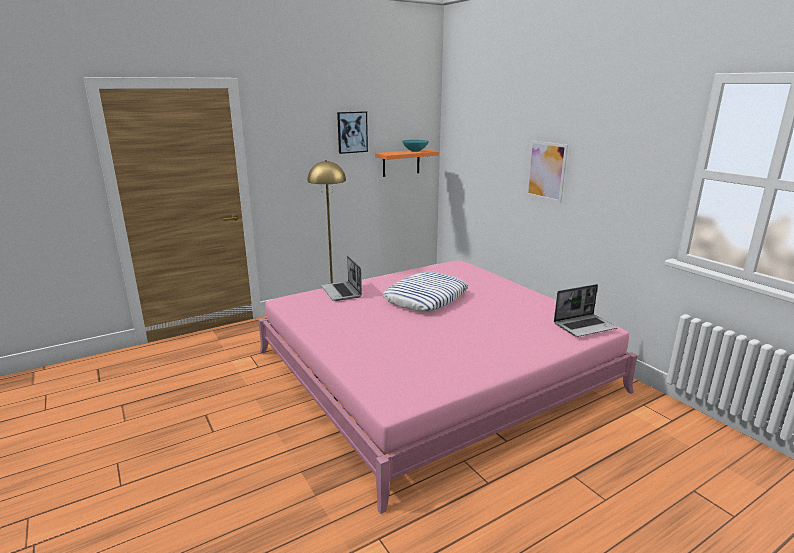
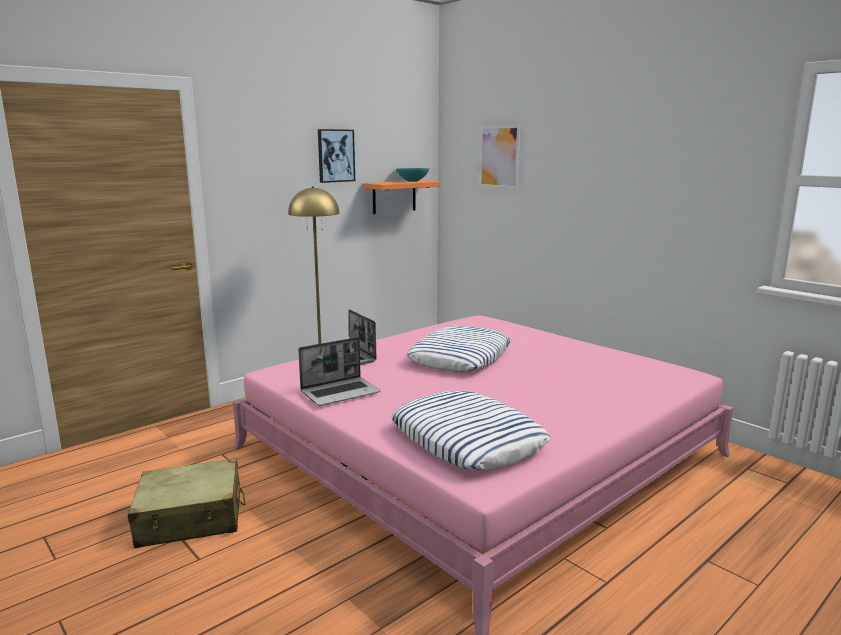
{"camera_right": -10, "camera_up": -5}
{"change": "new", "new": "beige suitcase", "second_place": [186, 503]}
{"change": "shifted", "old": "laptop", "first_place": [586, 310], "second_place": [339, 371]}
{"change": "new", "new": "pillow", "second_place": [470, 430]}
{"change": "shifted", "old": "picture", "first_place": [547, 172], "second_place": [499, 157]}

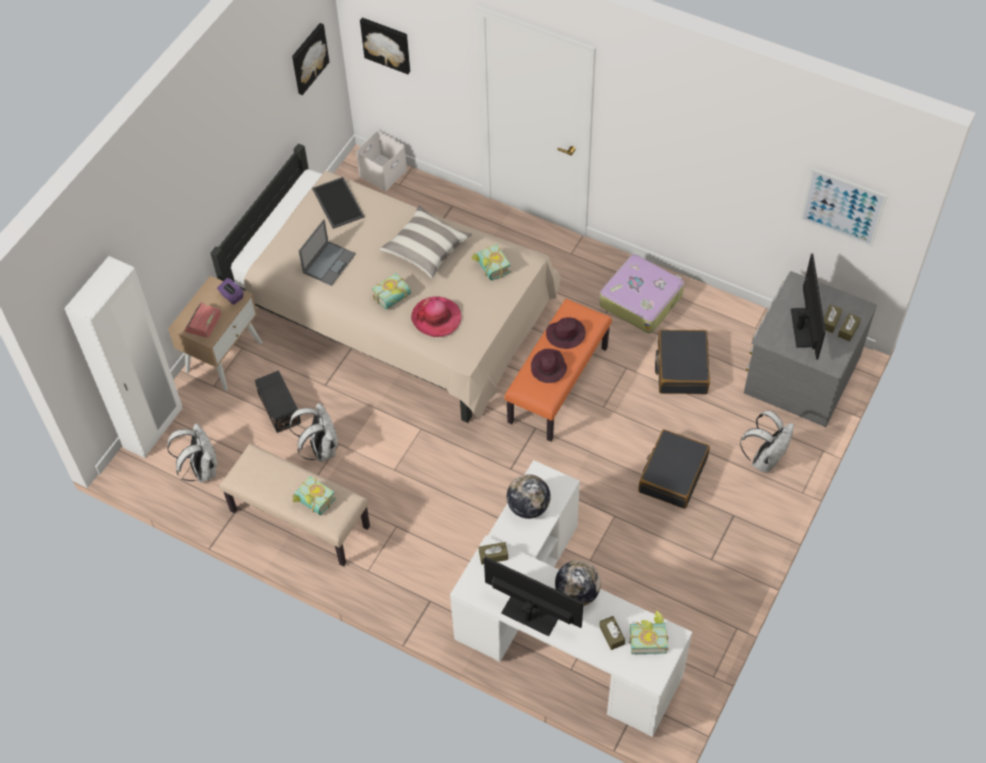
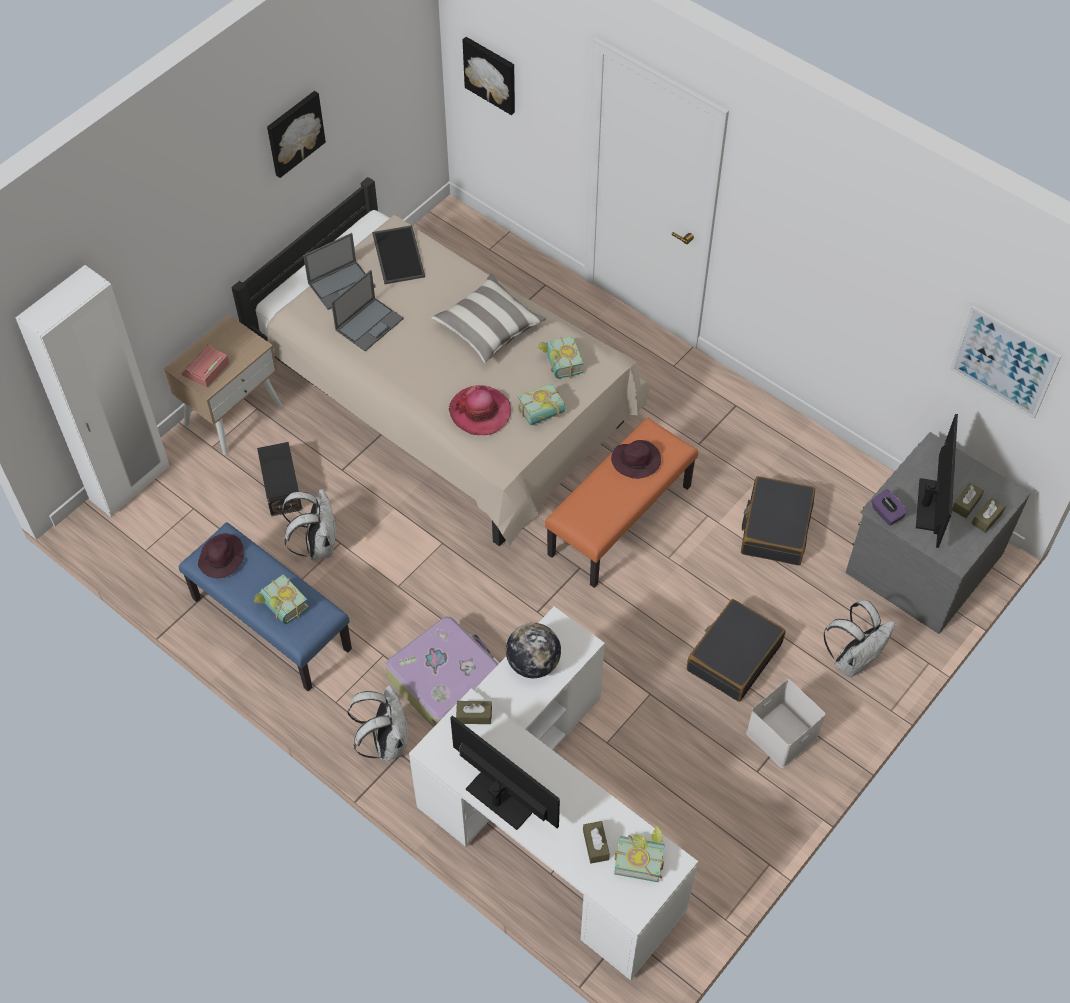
{"camera_right": 10, "camera_up": 0}
{"change": "repainted", "old": "beige bench", "new": "blue bench", "first_place": [294, 505], "second_place": [265, 606]}
{"change": "shifted", "old": "purple hat", "first_place": [549, 366], "second_place": [221, 555]}
{"change": "shifted", "old": "picture", "first_place": [310, 59], "second_place": [296, 134]}
{"change": "new", "new": "laptop", "second_place": [339, 271]}
{"change": "shifted", "old": "white backpack", "first_place": [192, 453], "second_place": [377, 723]}
{"change": "shifted", "old": "suitcase", "first_place": [642, 293], "second_place": [443, 672]}
{"change": "shifted", "old": "book", "first_place": [391, 291], "second_place": [541, 404]}
{"change": "shifted", "old": "white storage box", "first_place": [381, 161], "second_place": [786, 723]}
{"change": "shifted", "old": "purple tissue box", "first_place": [230, 291], "second_place": [889, 507]}
{"change": "gone", "old": "globe", "first_place": [578, 583]}

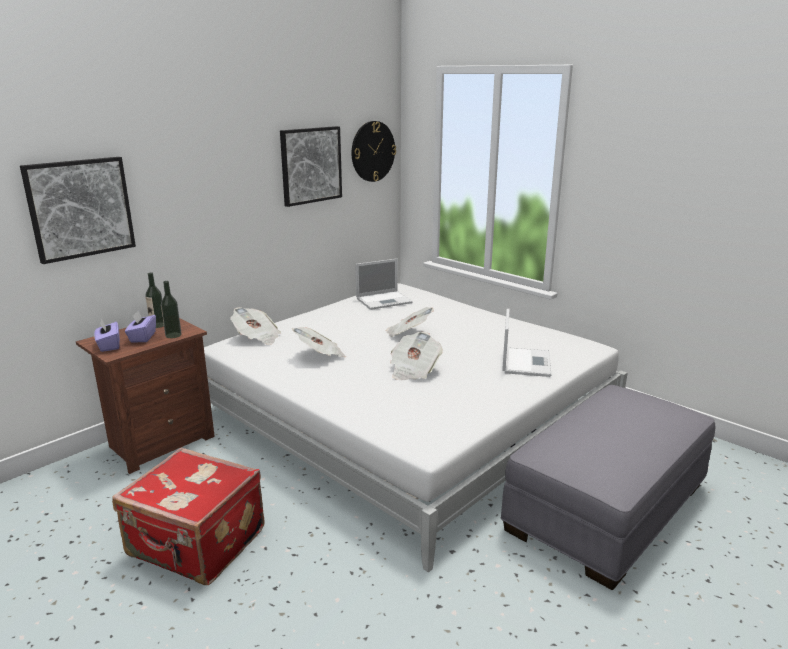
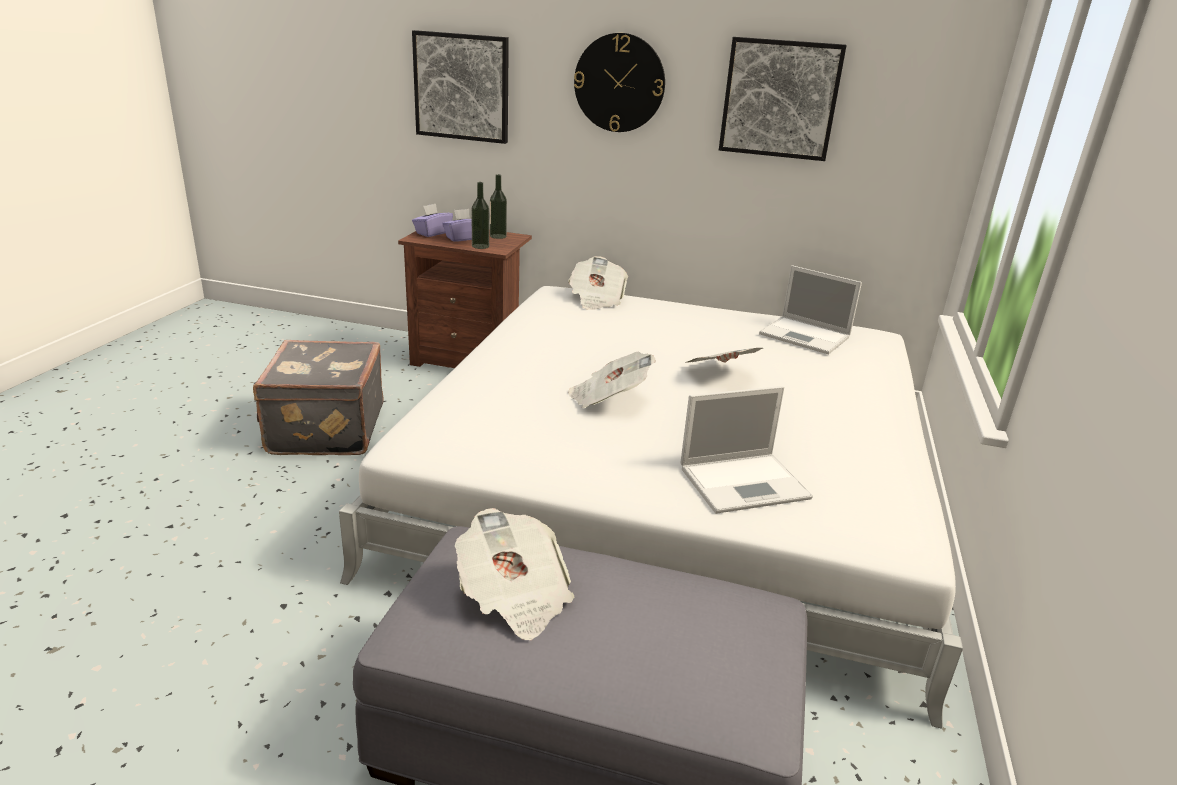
{"camera_right": 60, "camera_up": 5}
{"change": "repainted", "old": "red suitcase", "new": "grey suitcase", "first_place": [188, 516], "second_place": [318, 397]}
{"change": "shifted", "old": "newspaper", "first_place": [319, 342], "second_place": [515, 574]}
{"change": "shifted", "old": "wall clock", "first_place": [374, 151], "second_place": [619, 82]}

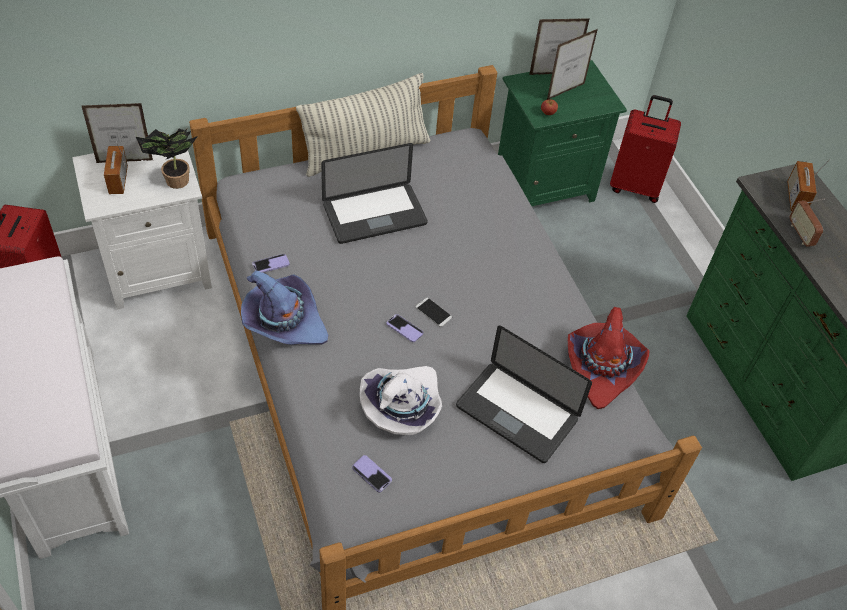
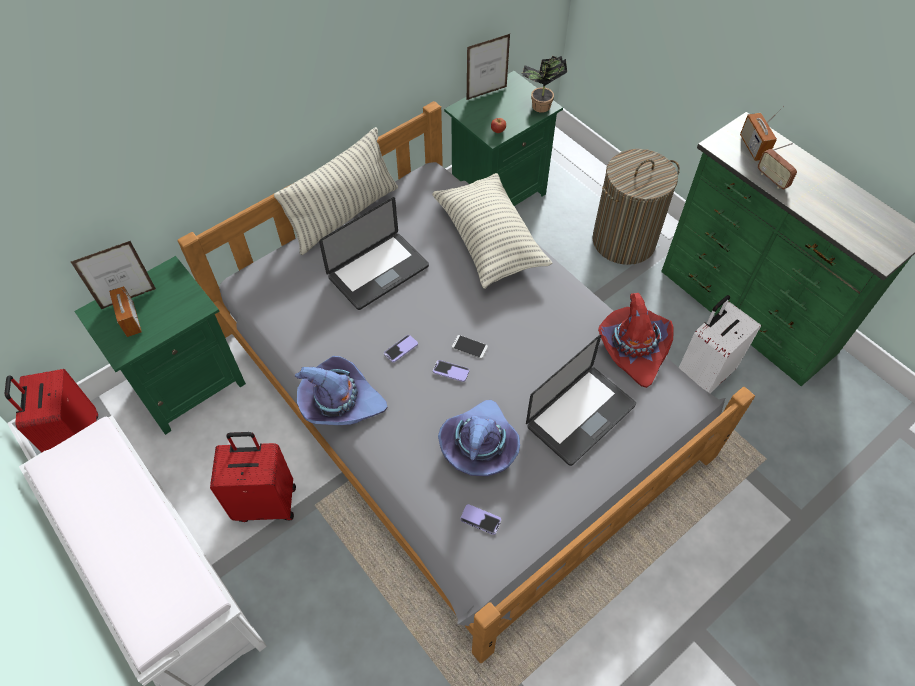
{"camera_right": -15, "camera_up": 5}
{"change": "repainted", "old": "white nightstand", "new": "green nightstand", "first_place": [142, 230], "second_place": [160, 345]}
{"change": "shifted", "old": "red suitcase", "first_place": [645, 149], "second_place": [253, 477]}
{"change": "shifted", "old": "phone", "first_place": [271, 263], "second_place": [401, 348]}
{"change": "new", "new": "pillow", "second_place": [492, 231]}
{"change": "repainted", "old": "white hat", "new": "purple hat", "first_place": [400, 400], "second_place": [479, 438]}
{"change": "shifted", "old": "potted plant", "first_place": [167, 159], "second_place": [544, 84]}
{"change": "rotated", "old": "laptop", "first_place": [524, 394], "second_place": [581, 400], "degrees": -60}
{"change": "new", "new": "laundry basket", "second_place": [636, 207]}
{"change": "new", "new": "white suitcase", "second_place": [720, 344]}
{"change": "gone", "old": "picture frame", "first_place": [572, 64]}

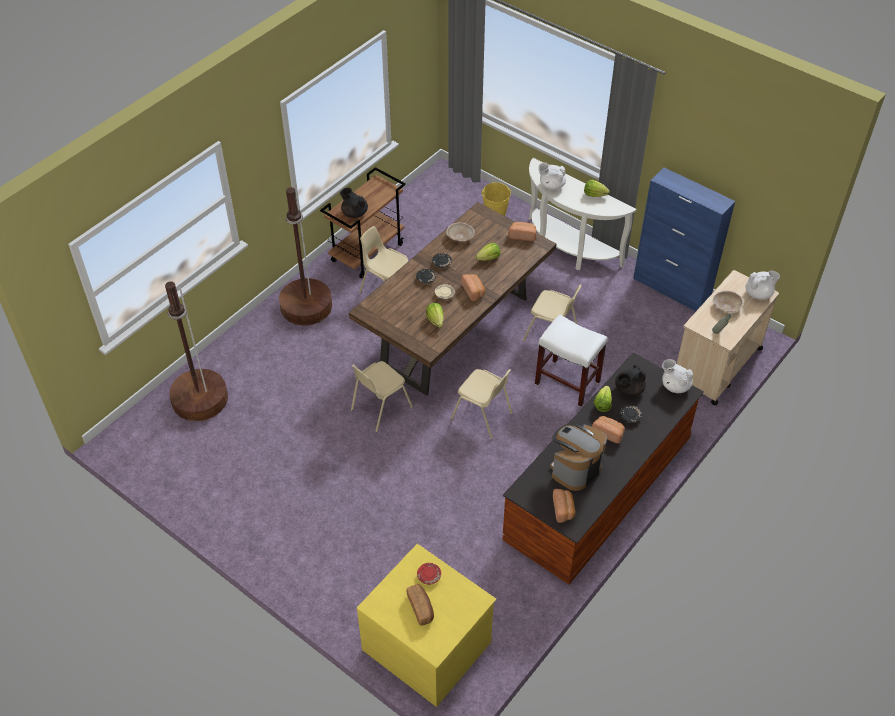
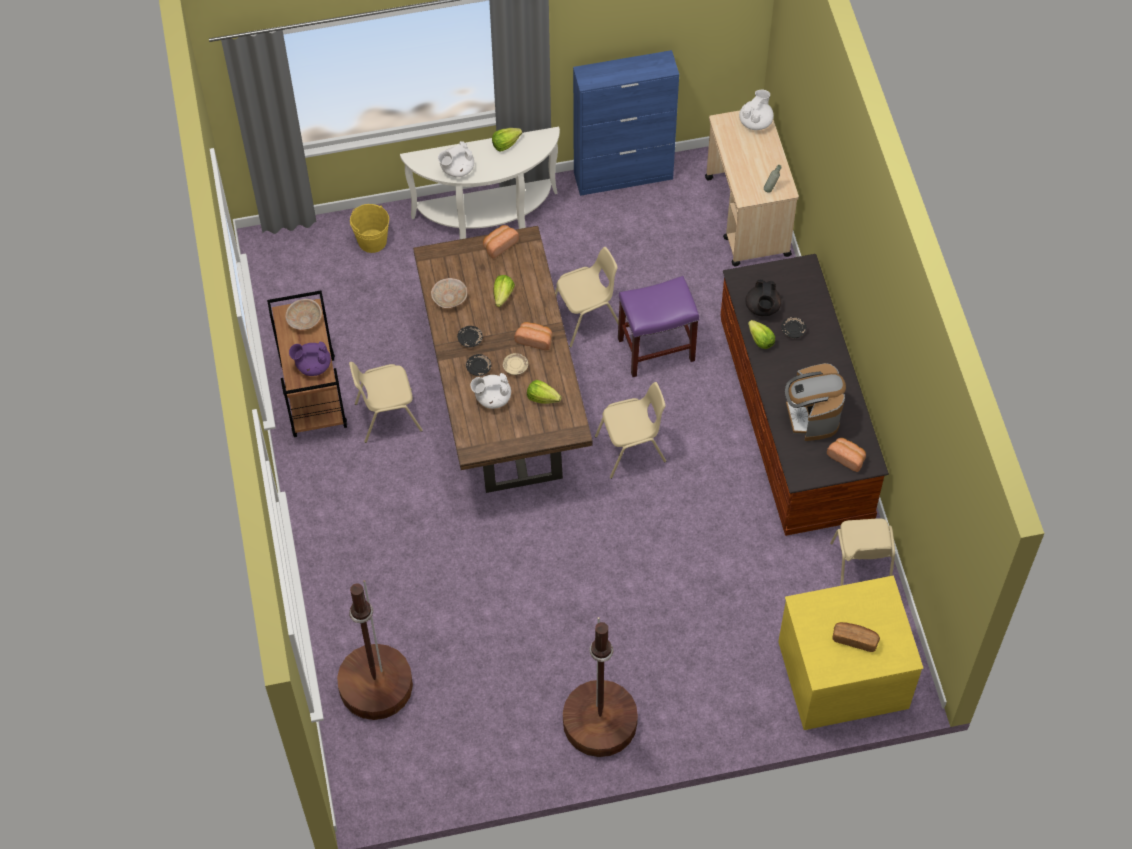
{"camera_right": -50, "camera_up": 10}
{"change": "shifted", "old": "beige bowl", "first_place": [728, 301], "second_place": [303, 314]}
{"change": "repainted", "old": "black teapot", "new": "purple teapot", "first_place": [354, 203], "second_place": [310, 359]}
{"change": "shifted", "old": "white teapot", "first_place": [677, 376], "second_place": [490, 391]}
{"change": "shifted", "old": "brown floor lamp", "first_place": [305, 256], "second_place": [600, 687]}
{"change": "repainted", "old": "white stool", "new": "purple stool", "first_place": [571, 360], "second_place": [658, 326]}
{"change": "shifted", "old": "beige chair", "first_place": [382, 396], "second_place": [862, 552]}
{"change": "gone", "old": "red plate", "first_place": [429, 574]}
{"change": "gone", "old": "bread", "first_place": [608, 429]}

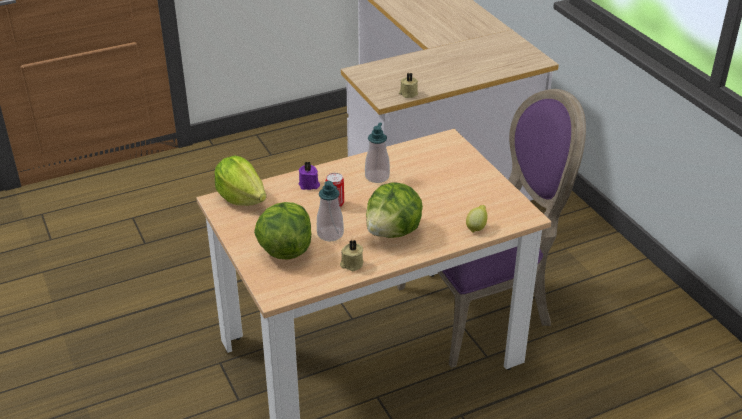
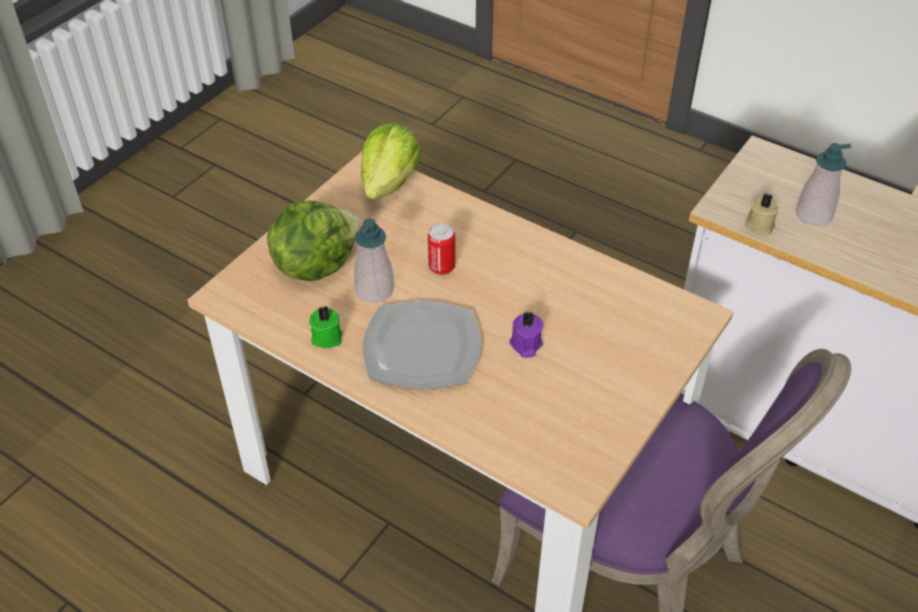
{"camera_right": 60, "camera_up": 10}
{"change": "repainted", "old": "beige candle", "new": "green candle", "first_place": [351, 255], "second_place": [326, 327]}
{"change": "swapped", "old": "lettuce", "new": "plate", "first_place": [394, 210], "second_place": [422, 345]}
{"change": "shifted", "old": "purple candle", "first_place": [309, 175], "second_place": [526, 335]}
{"change": "shifted", "old": "soap dispenser", "first_place": [377, 152], "second_place": [823, 184]}
{"change": "gone", "old": "lemon", "first_place": [476, 219]}

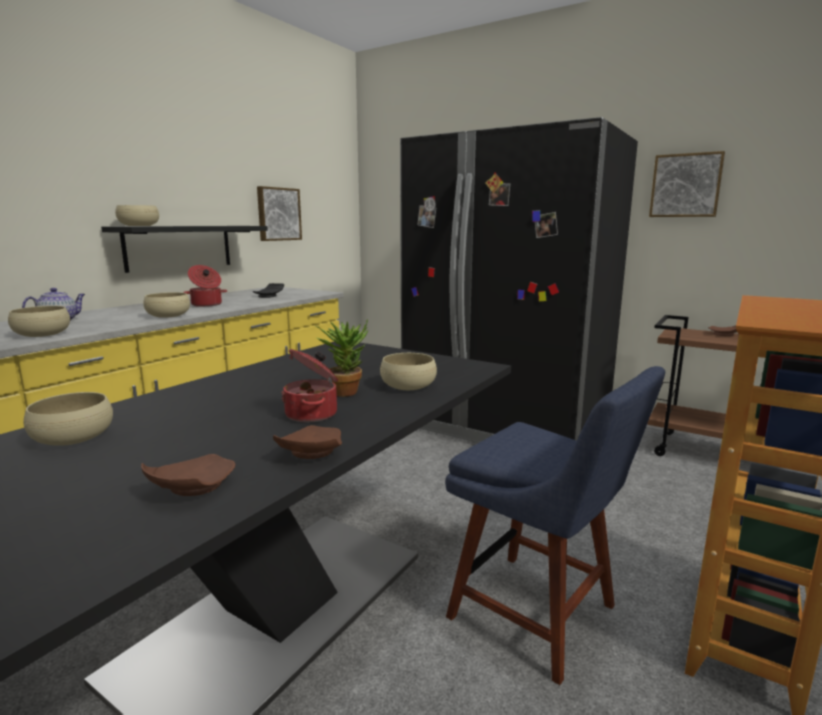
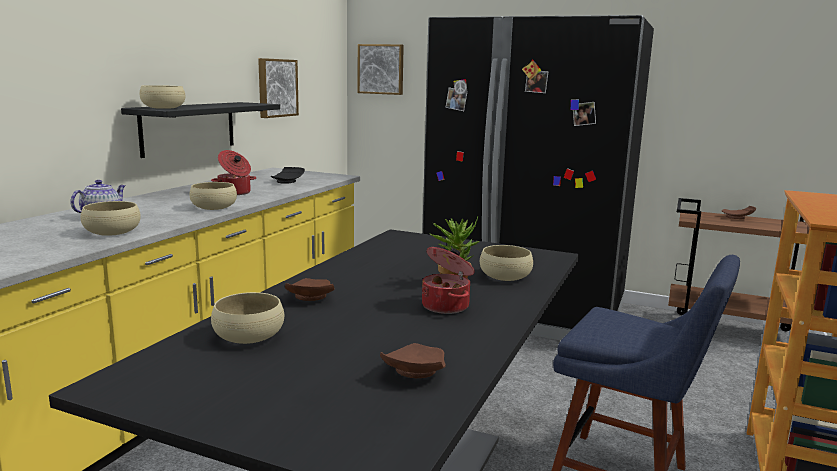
{"camera_right": -10, "camera_up": 0}
{"change": "shifted", "old": "brown plate", "first_place": [307, 442], "second_place": [310, 289]}
{"change": "shifted", "old": "picture", "first_place": [687, 184], "second_place": [381, 69]}

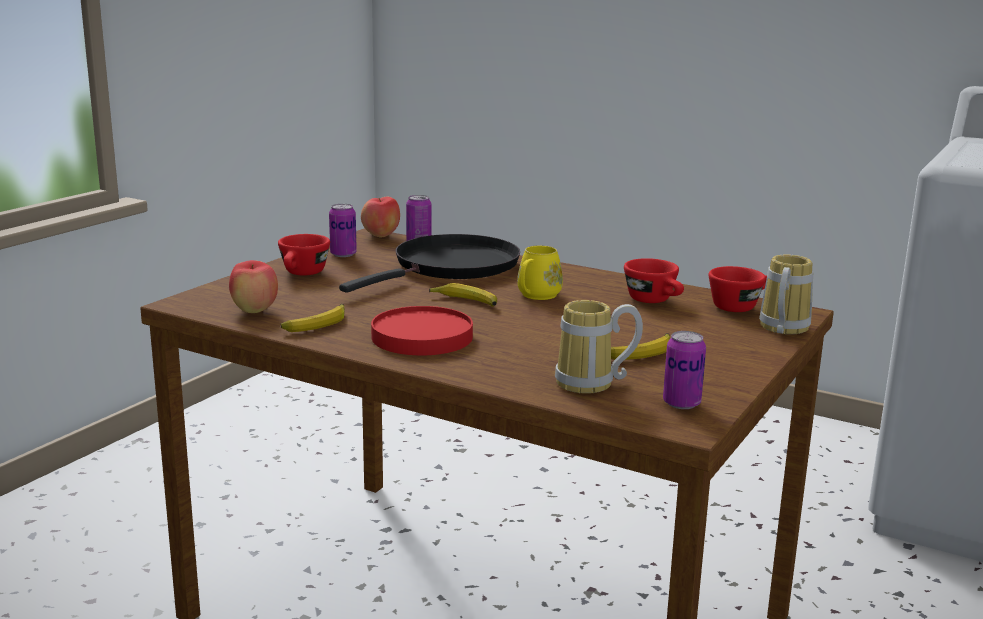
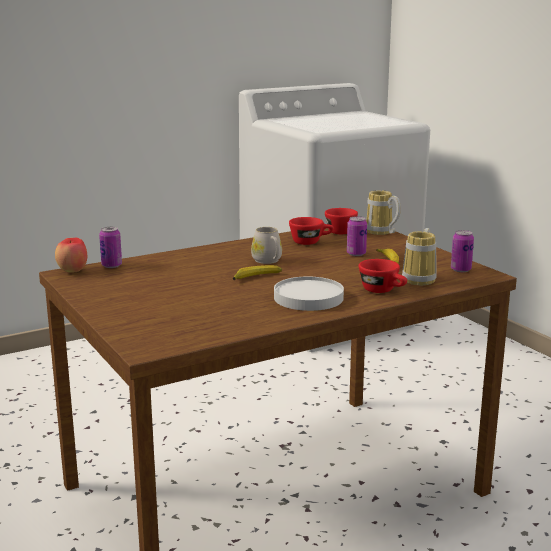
{"camera_right": -60, "camera_up": 0}
{"change": "repainted", "old": "yellow mug", "new": "white mug", "first_place": [540, 272], "second_place": [266, 245]}
{"change": "repainted", "old": "red plate", "new": "white plate", "first_place": [422, 330], "second_place": [309, 293]}
{"change": "shifted", "old": "can", "first_place": [343, 230], "second_place": [357, 236]}
{"change": "shifted", "old": "red cup", "first_place": [304, 254], "second_place": [383, 276]}
{"change": "gone", "old": "apple", "first_place": [253, 286]}
{"change": "gone", "old": "banana", "first_place": [313, 318]}
{"change": "gone", "old": "black frying pan", "first_place": [429, 263]}

